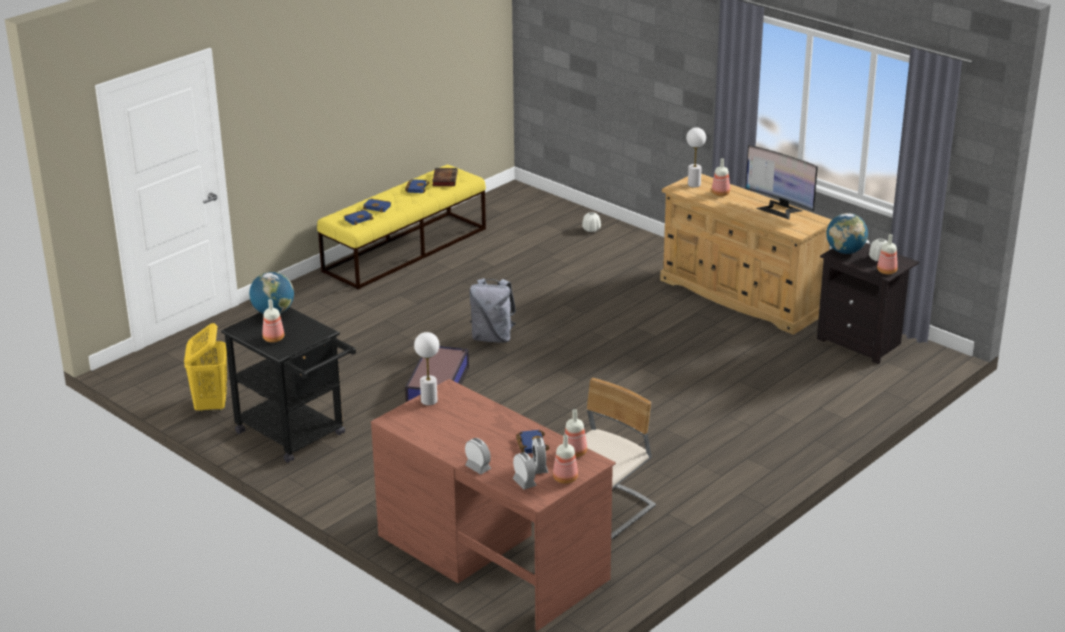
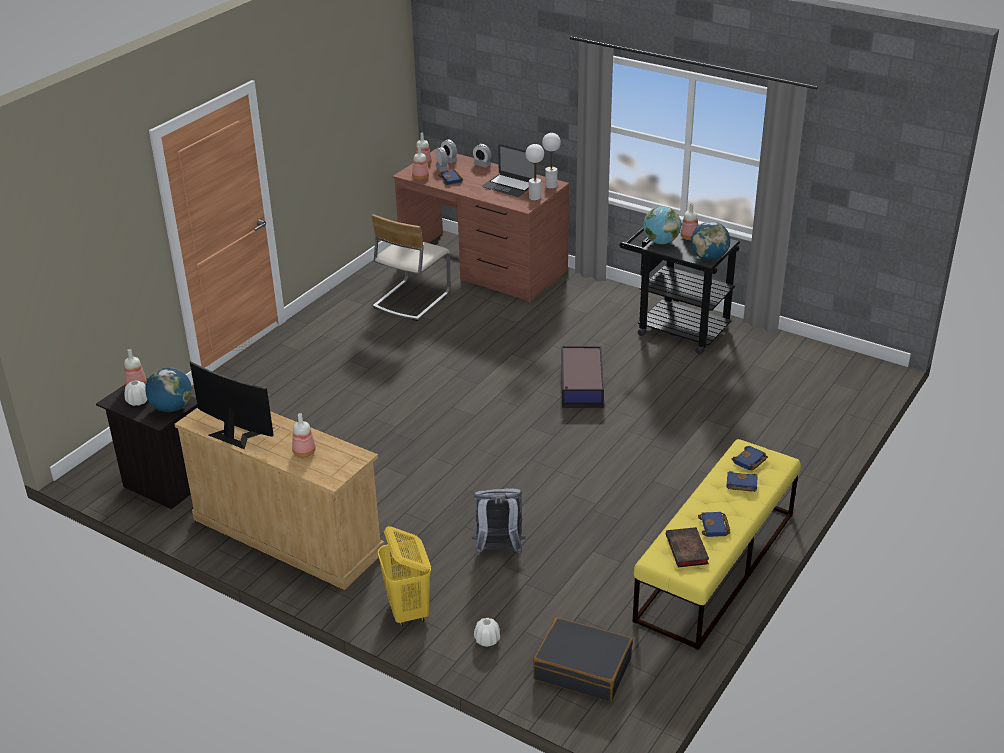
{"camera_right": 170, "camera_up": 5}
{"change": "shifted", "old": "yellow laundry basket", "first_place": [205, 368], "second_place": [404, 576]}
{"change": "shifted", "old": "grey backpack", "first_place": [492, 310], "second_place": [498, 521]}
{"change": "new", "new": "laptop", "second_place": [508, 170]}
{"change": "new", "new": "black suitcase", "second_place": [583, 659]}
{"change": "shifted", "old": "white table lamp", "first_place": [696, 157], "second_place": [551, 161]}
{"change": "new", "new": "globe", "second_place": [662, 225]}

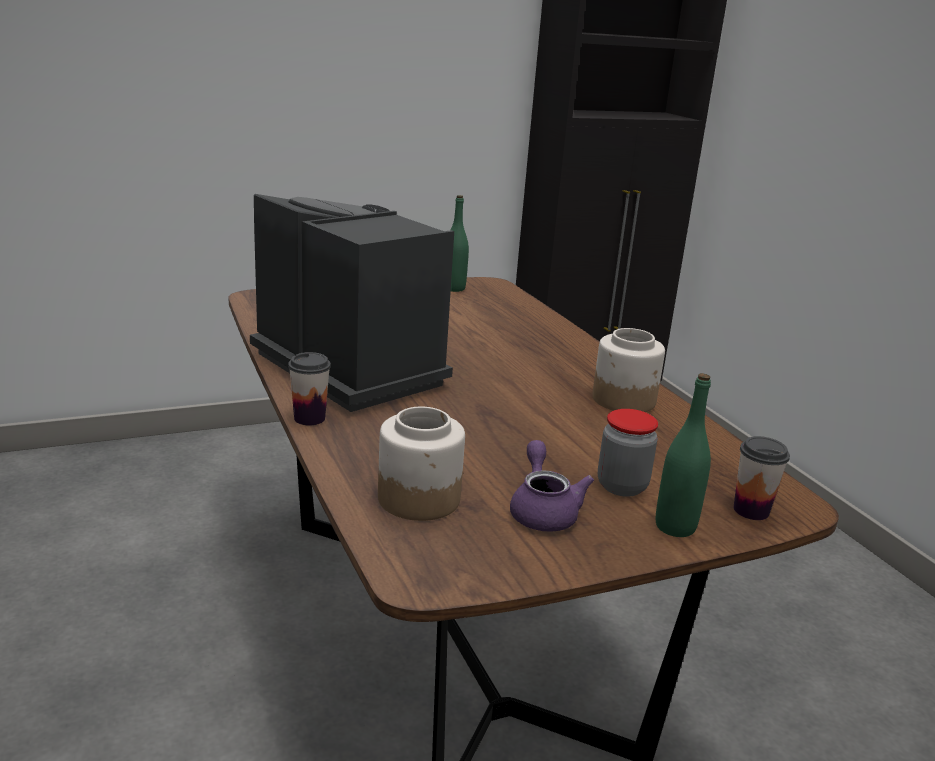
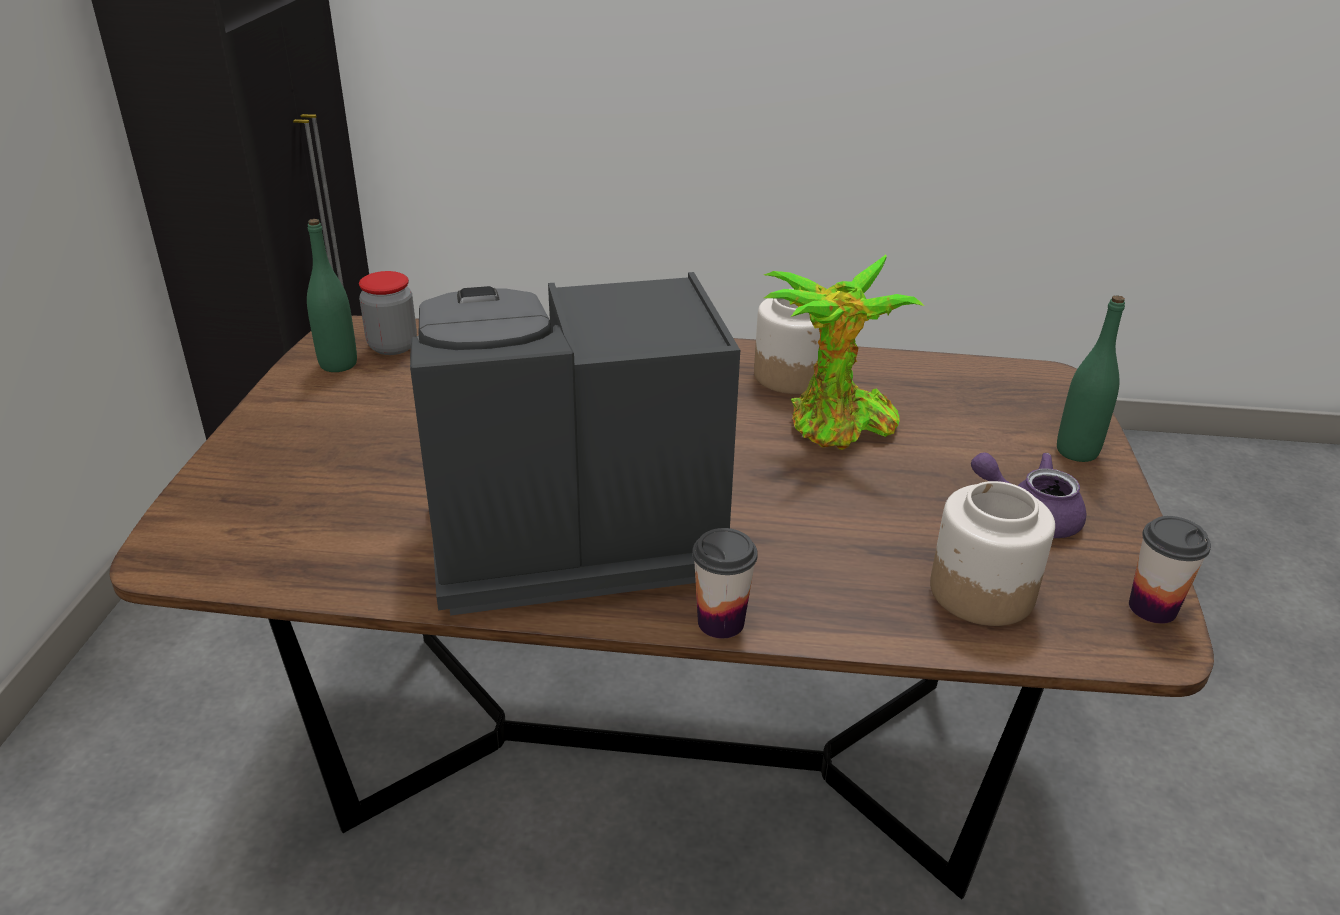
{"camera_right": -60, "camera_up": 10}
{"change": "shifted", "old": "jar", "first_place": [628, 453], "second_place": [388, 313]}
{"change": "new", "new": "potted plant", "second_place": [844, 352]}
{"change": "shifted", "old": "cup", "first_place": [761, 478], "second_place": [1170, 570]}

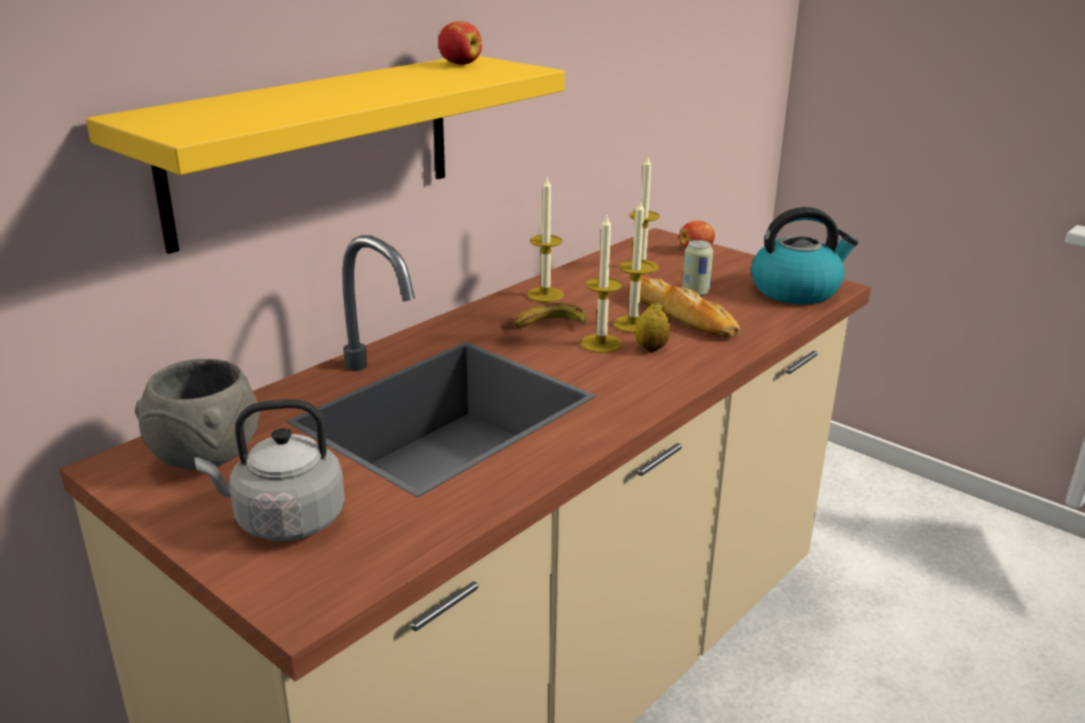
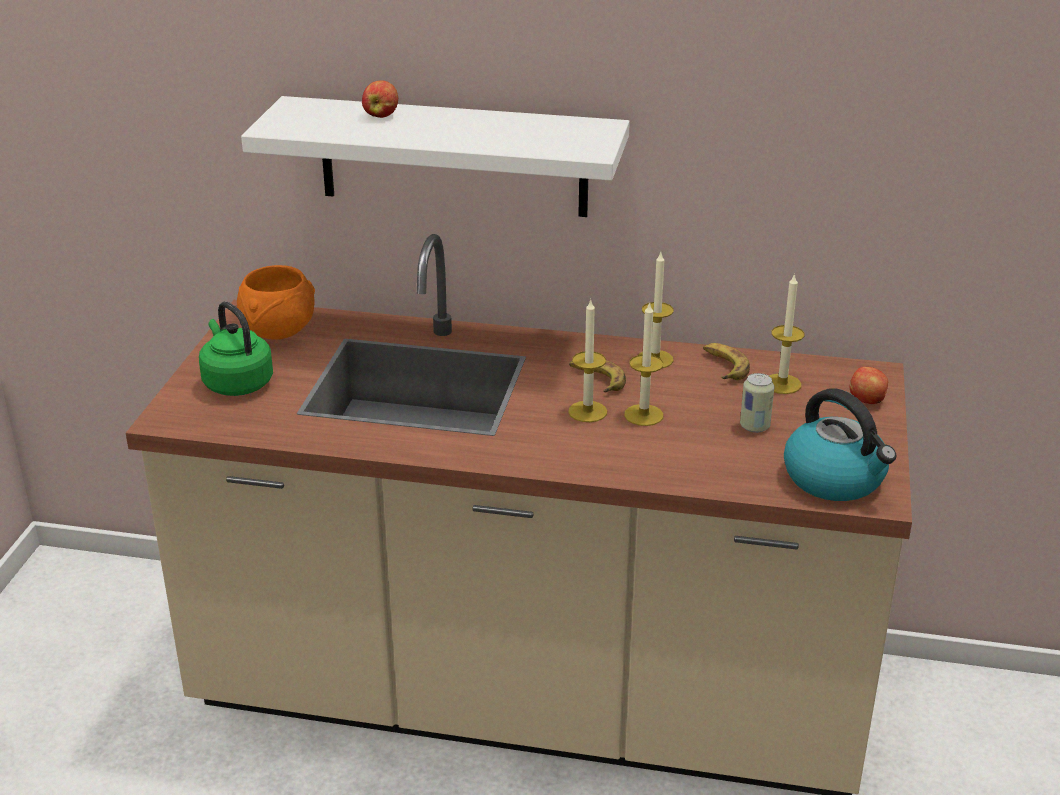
{"camera_right": 60, "camera_up": 5}
{"change": "repainted", "old": "grey kettle", "new": "green kettle", "first_place": [270, 470], "second_place": [236, 348]}
{"change": "repainted", "old": "grey bowl", "new": "orange bowl", "first_place": [197, 414], "second_place": [276, 302]}
{"change": "repainted", "old": "yellow shelf", "new": "white shelf", "first_place": [325, 155], "second_place": [435, 156]}
{"change": "shifted", "old": "apple", "first_place": [460, 43], "second_place": [380, 99]}
{"change": "new", "new": "banana", "second_place": [726, 361]}
{"change": "gone", "old": "bread", "first_place": [684, 307]}
{"change": "gone", "old": "lemon", "first_place": [653, 327]}

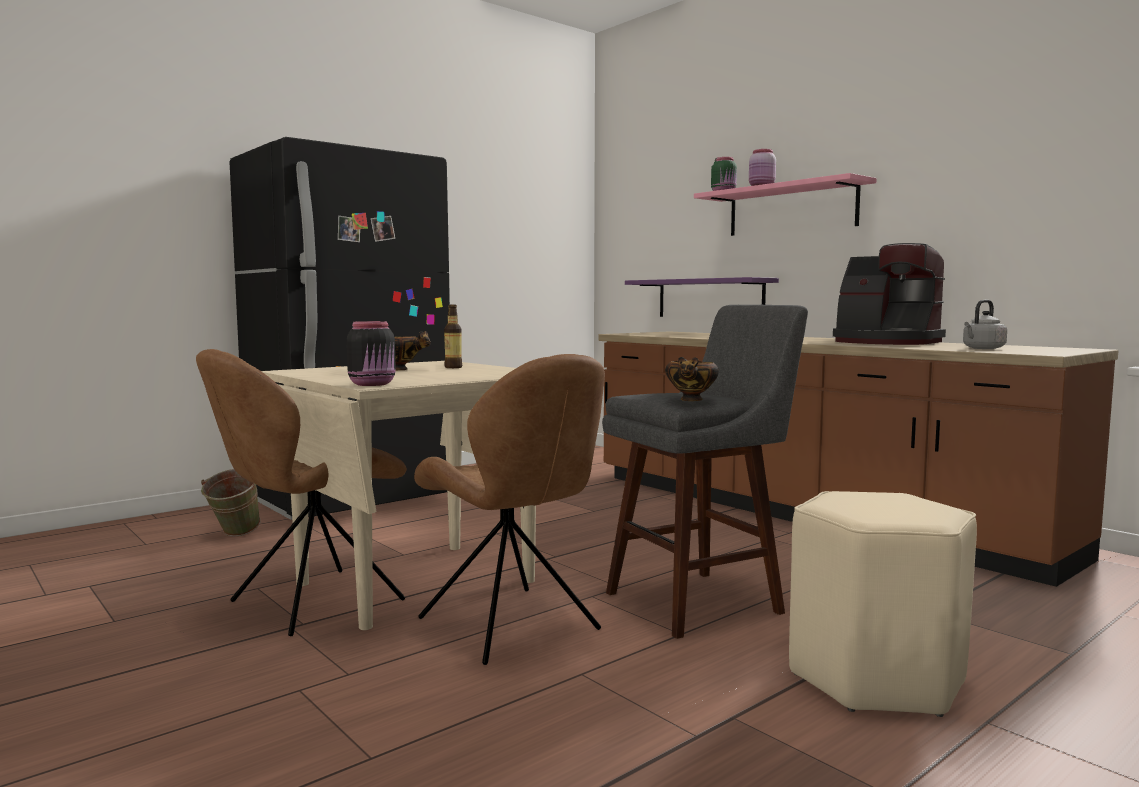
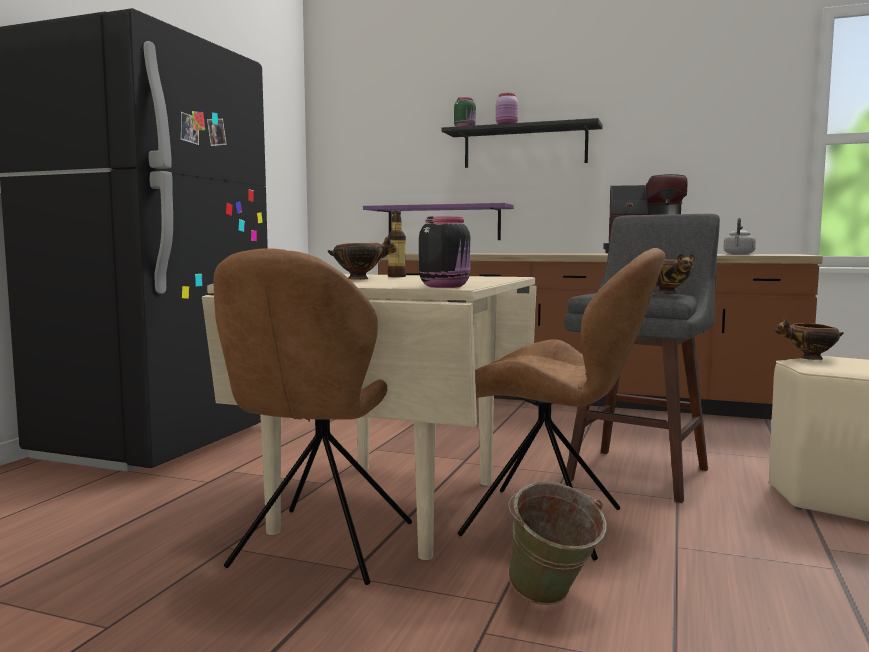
{"camera_right": -30, "camera_up": 0}
{"change": "repainted", "old": "pink shelf", "new": "black shelf", "first_place": [785, 204], "second_place": [522, 143]}
{"change": "shifted", "old": "green bucket", "first_place": [231, 502], "second_place": [557, 543]}
{"change": "new", "new": "bowl", "second_place": [809, 339]}

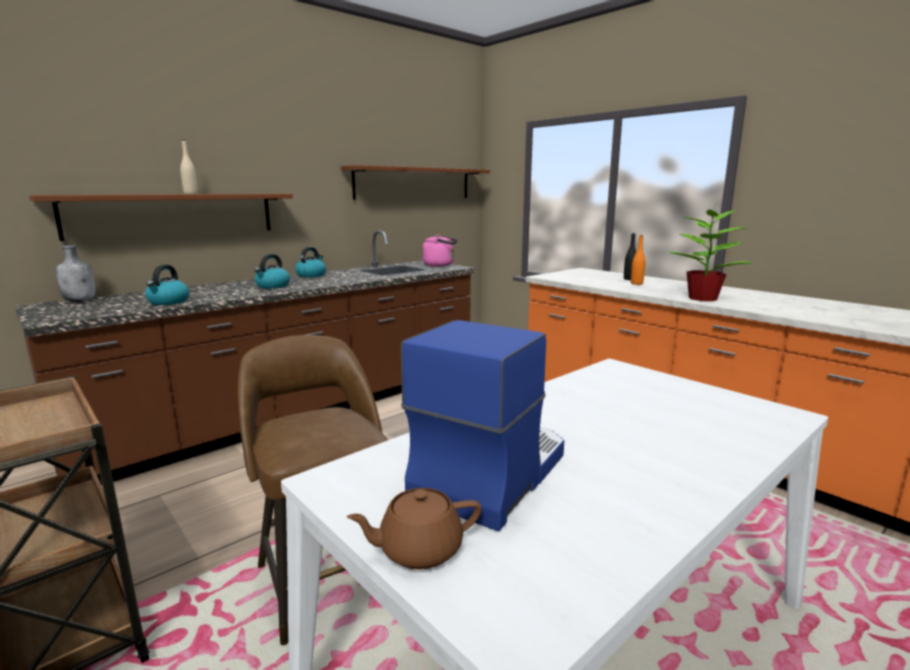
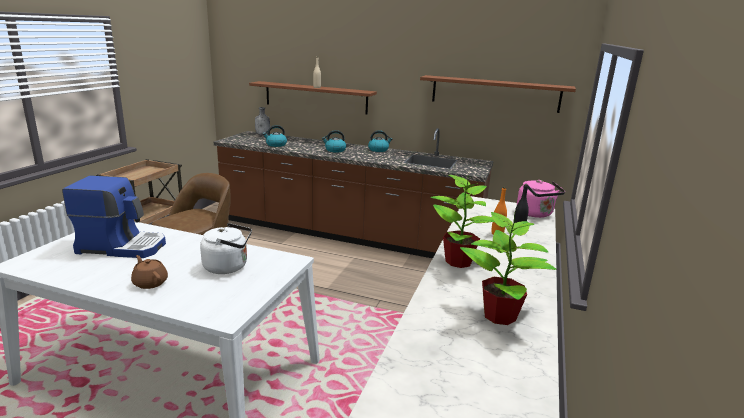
{"camera_right": 60, "camera_up": 5}
{"change": "shifted", "old": "brown teapot", "first_place": [414, 528], "second_place": [149, 272]}
{"change": "new", "new": "white kettle", "second_place": [226, 248]}
{"change": "new", "new": "potted plant", "second_place": [508, 266]}
{"change": "shifted", "old": "pink kettle", "first_place": [439, 251], "second_place": [541, 199]}

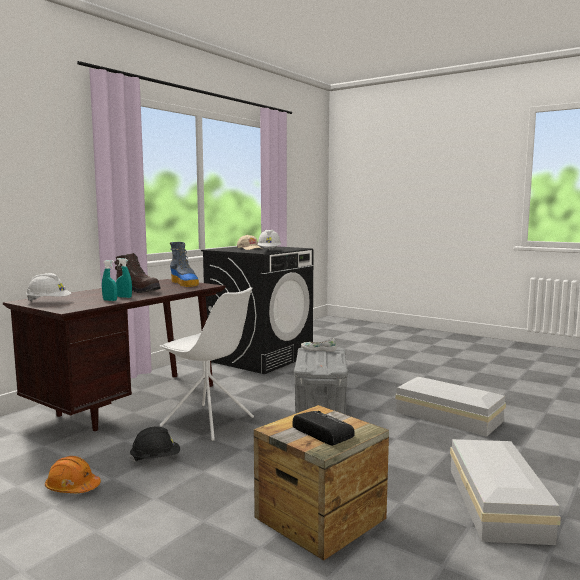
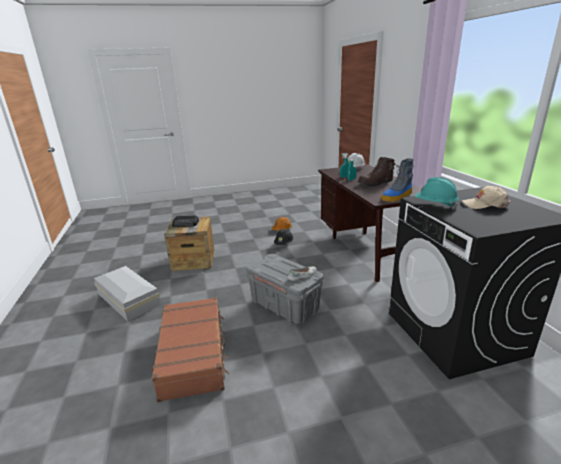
{"camera_right": 130, "camera_up": 15}
{"change": "swapped", "old": "white storage box", "new": "brown suitcase", "first_place": [450, 407], "second_place": [190, 349]}
{"change": "rotated", "old": "boot", "first_place": [184, 264], "second_place": [397, 180], "degrees": -45}
{"change": "repainted", "old": "white hard hat", "new": "turquoise hard hat", "first_place": [269, 240], "second_place": [437, 192]}
{"change": "gone", "old": "white chair", "first_place": [207, 364]}

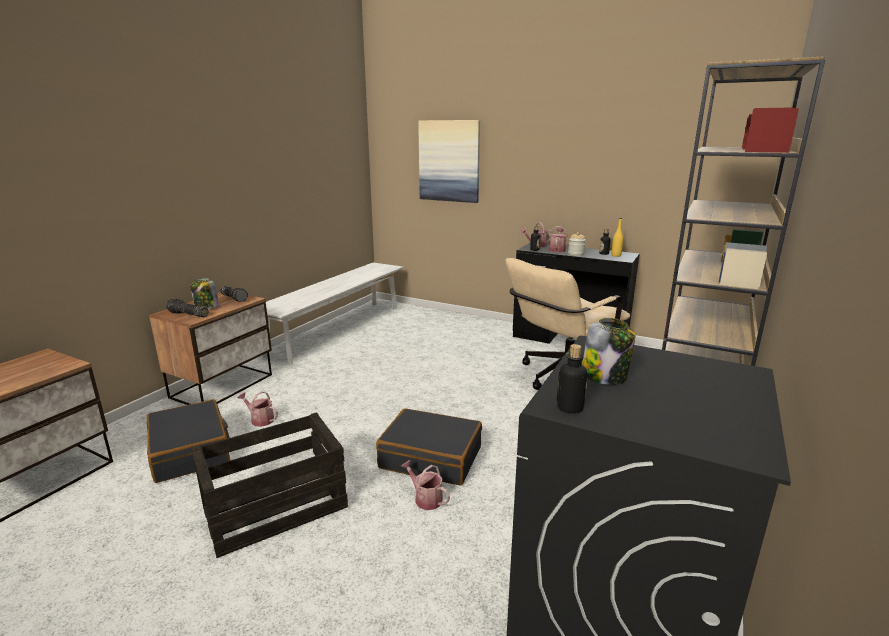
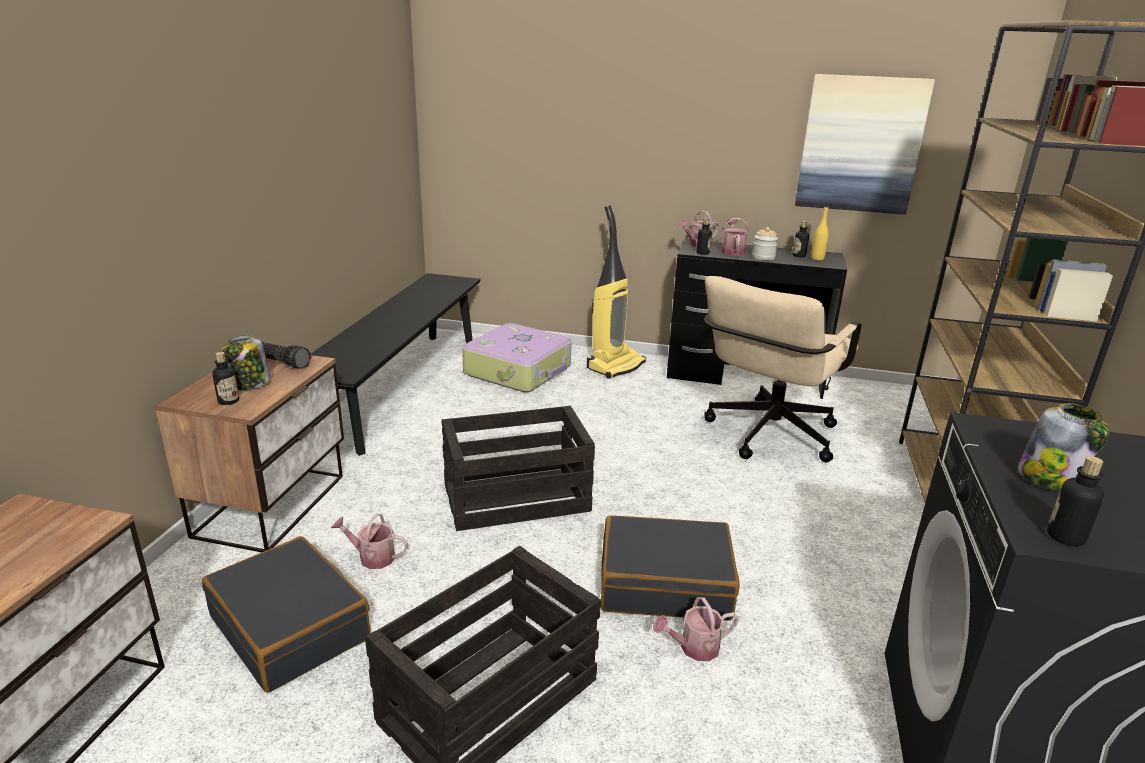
{"camera_right": -15, "camera_up": 5}
{"change": "swapped", "old": "flashlight", "new": "bottle", "first_place": [187, 307], "second_place": [225, 378]}
{"change": "repainted", "old": "white bench", "new": "black bench", "first_place": [333, 313], "second_place": [396, 364]}
{"change": "new", "new": "crate", "second_place": [518, 468]}
{"change": "new", "new": "suitcase", "second_place": [517, 357]}
{"change": "new", "new": "vacuum cleaner", "second_place": [616, 292]}
{"change": "rotated", "old": "watering can", "first_place": [425, 485], "second_place": [695, 629], "degrees": -45}
{"change": "shifted", "old": "picture", "first_place": [449, 161], "second_place": [865, 144]}

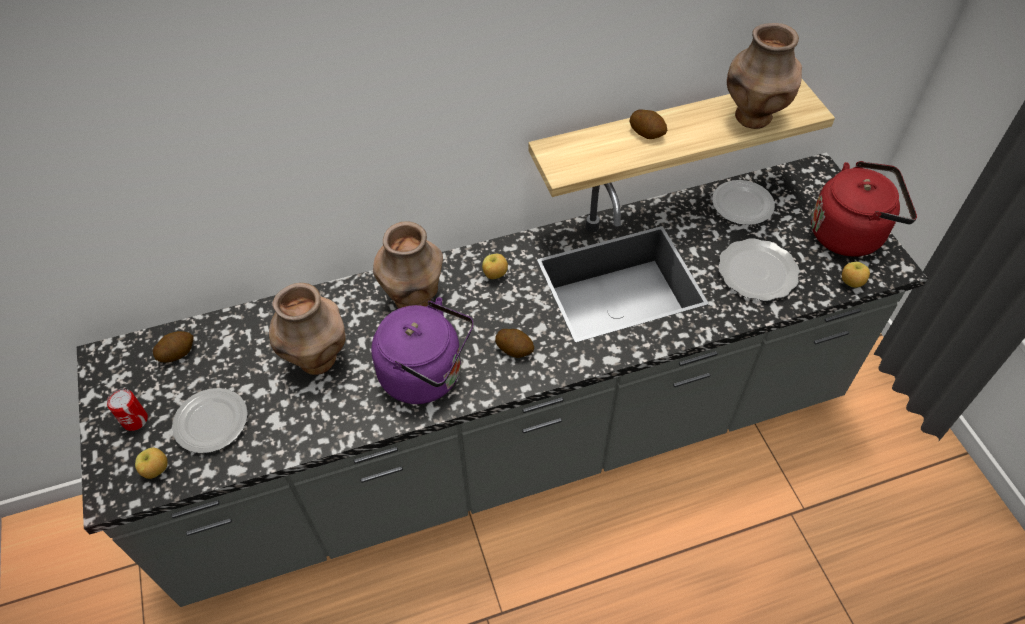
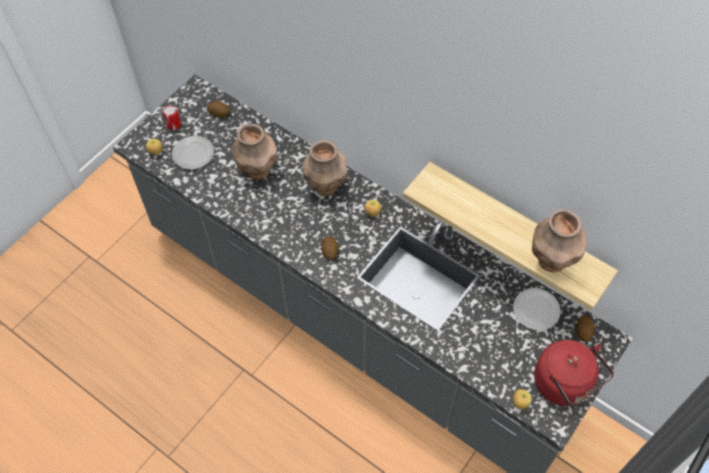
{"camera_right": 55, "camera_up": 5}
{"change": "shifted", "old": "potato", "first_place": [648, 124], "second_place": [585, 328]}
{"change": "gone", "old": "purple kettle", "first_place": [422, 350]}
{"change": "gone", "old": "plate", "first_place": [758, 270]}

